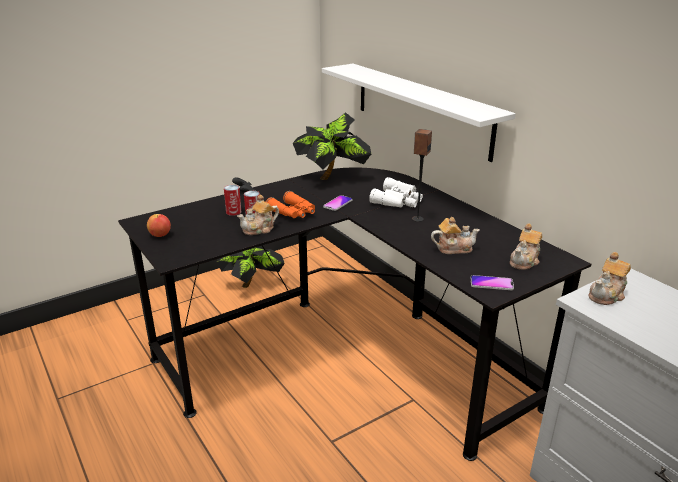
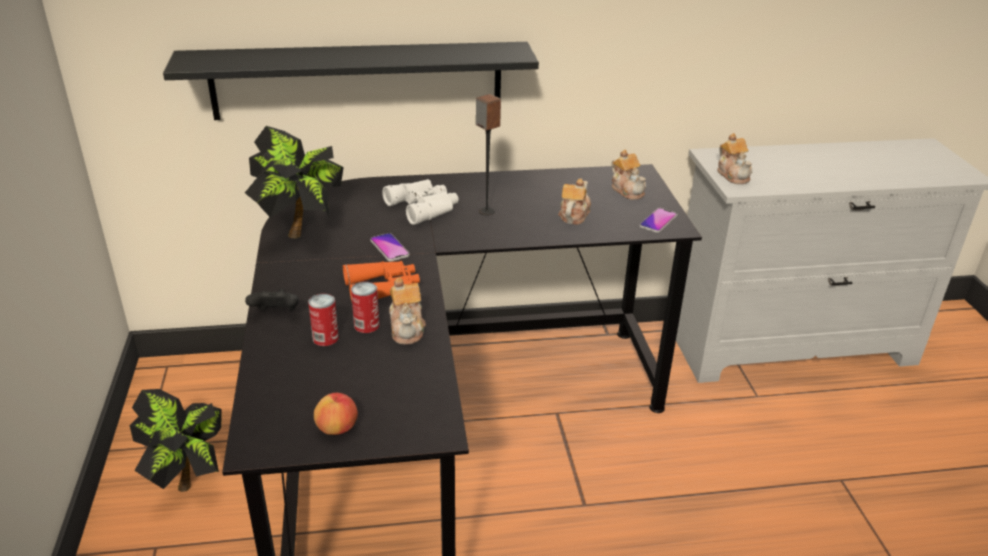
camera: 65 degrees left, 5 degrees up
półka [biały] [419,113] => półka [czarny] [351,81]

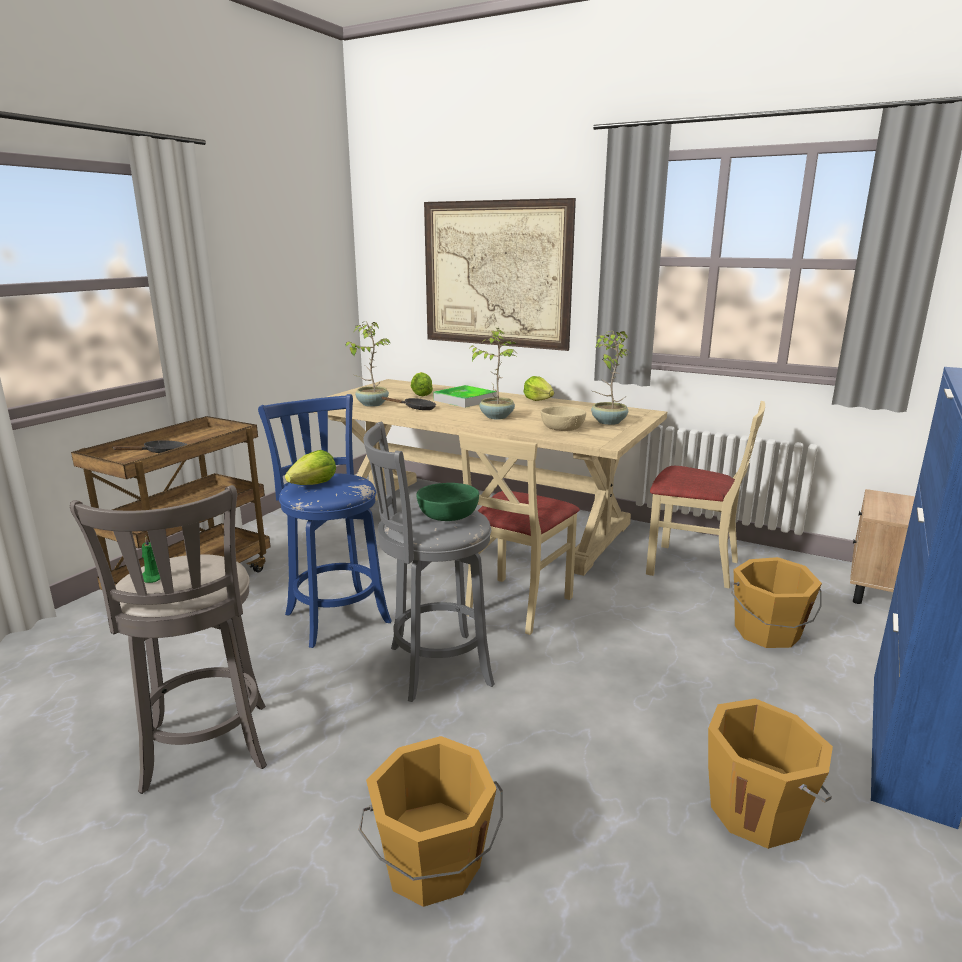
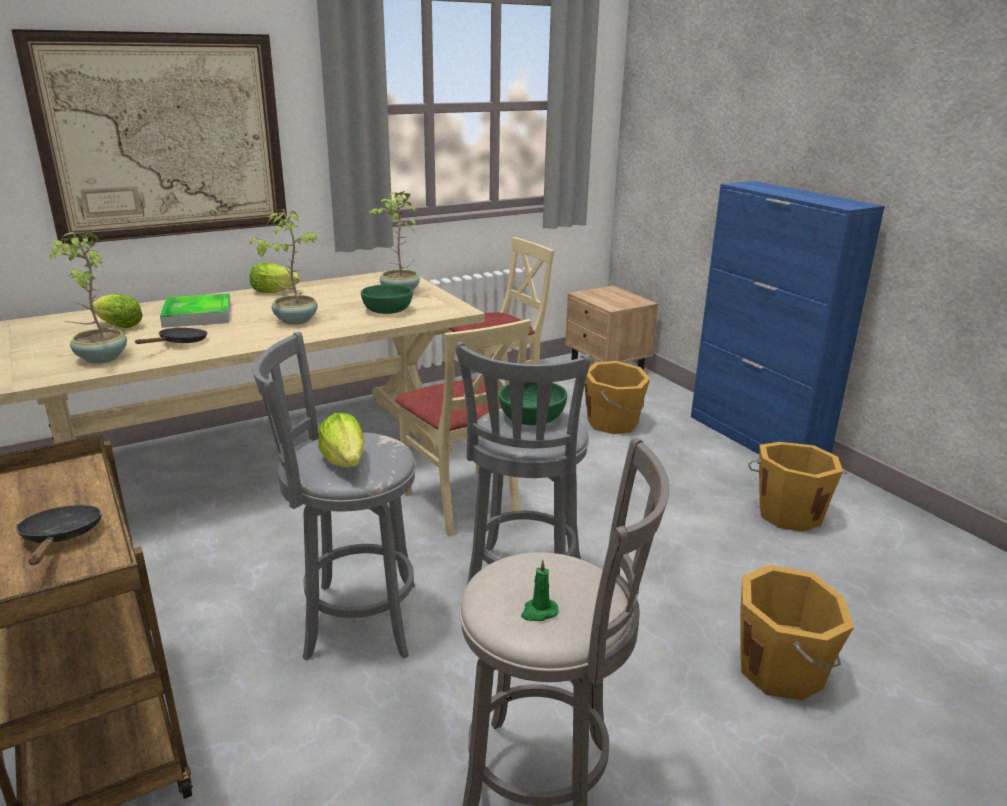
camera: 60 degrees left, 5 degrees up
stołek [niebieski] [325,521] => stołek [szary] [334,496]
miska [beżowy] [563,418] => miska [zielony] [386,299]

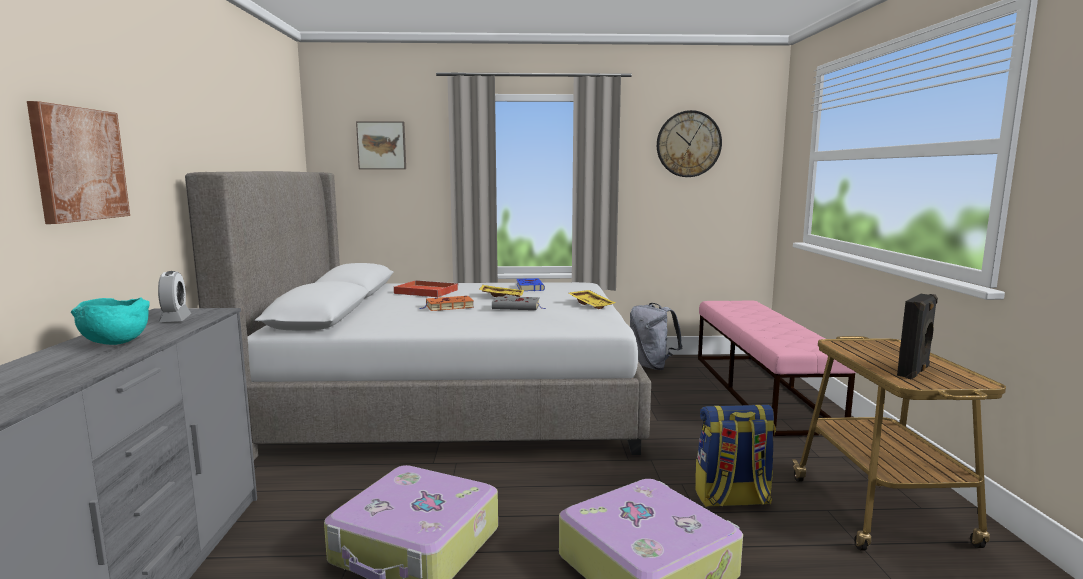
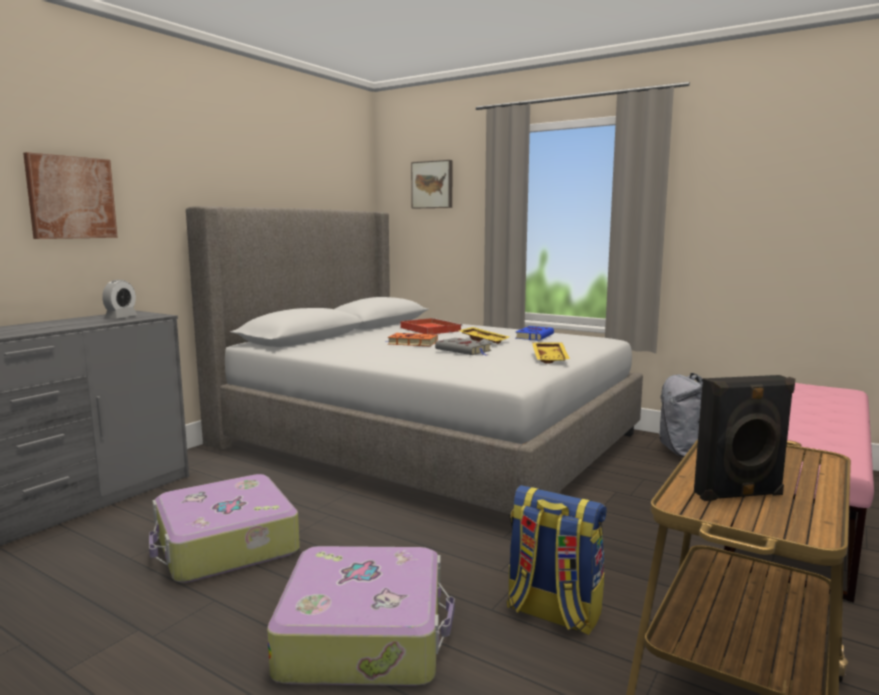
camera: 35 degrees right, 0 degrees up
miska [turkusowy] [110,321] => nothing
zegar ścienny [689,143] => nothing

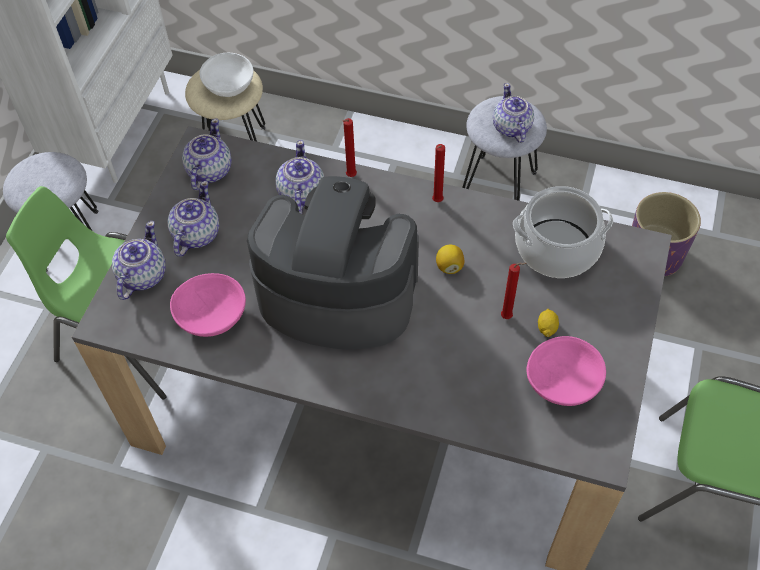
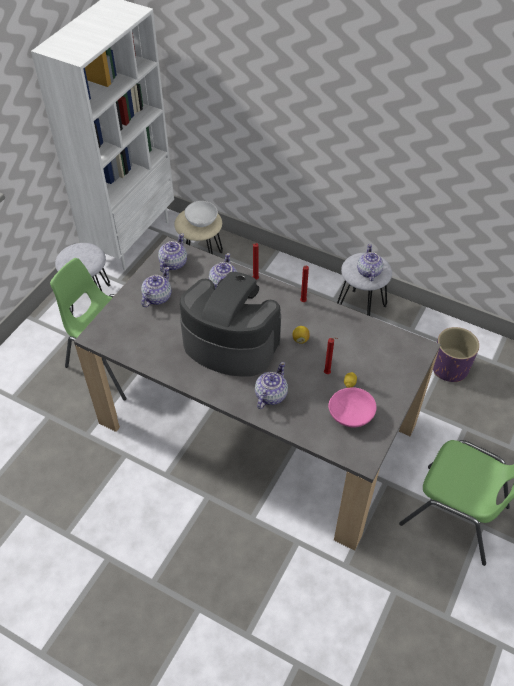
camera: 10 degrees right, 5 degrees down
imbryk [139,260] => imbryk [271,385], shifted
miska [różowy] [208,305] => nothing
garnek [563,232] => nothing

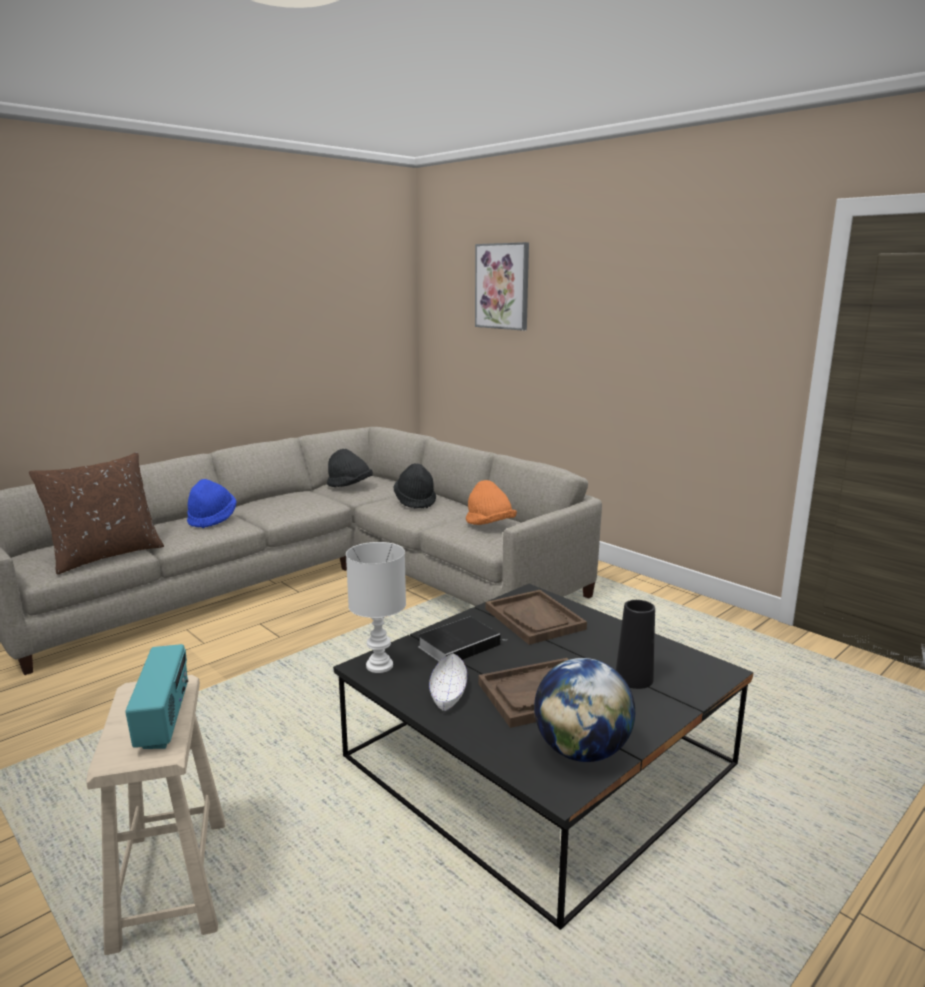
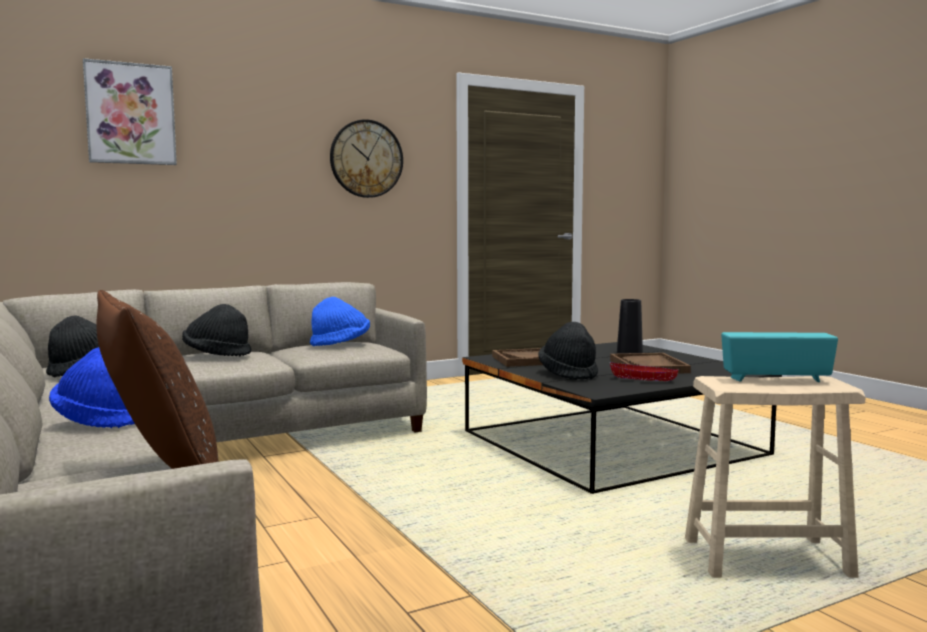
camera: 75 degrees left, 10 degrees down
lampa stołowa [biały] [376,607] => nothing
książka [459,639] => kapelusz [czarny] [568,351]
miska [biały] [448,682] => miska [czerwony] [644,371]
kapelusz [pomarańczowy] [491,502] => kapelusz [niebieski] [340,321]
globus [584,710] => nothing
nothing => zegar ścienny [366,158]

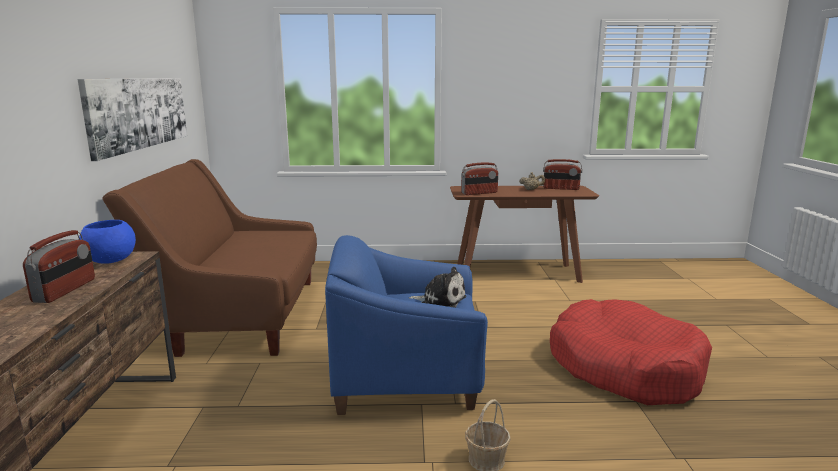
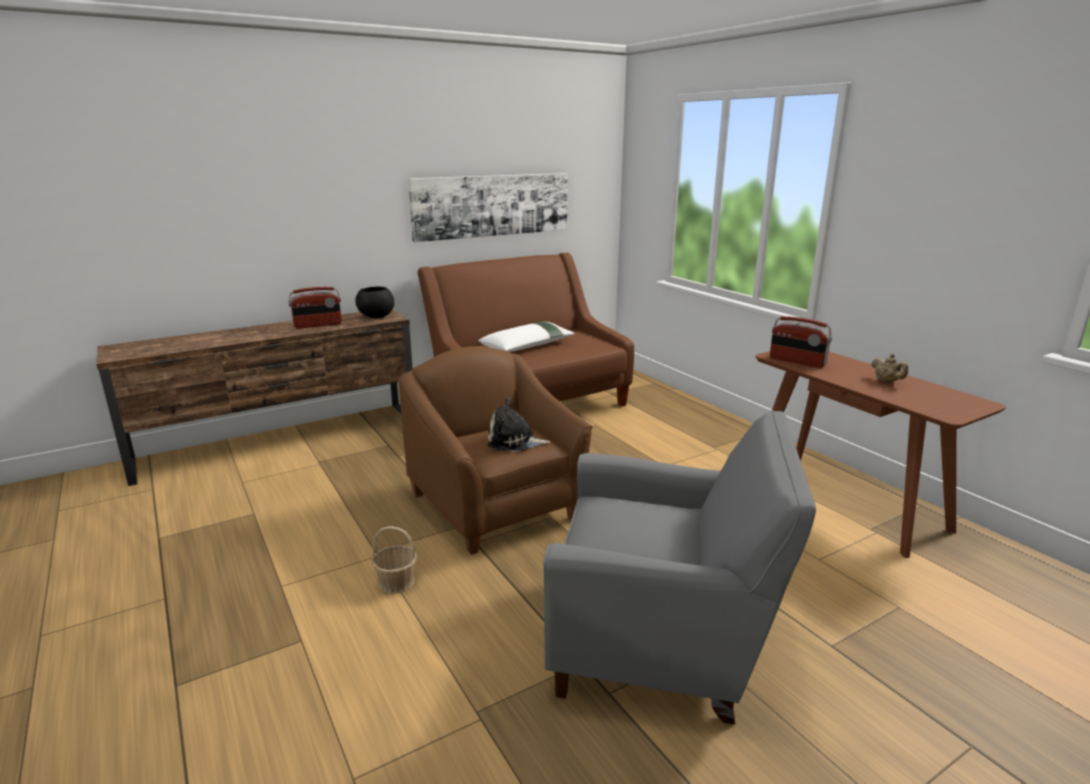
camera: 60 degrees right, 5 degrees up
miska [niebieski] [107,242] => miska [czarny] [374,302]
fotel [niebieski] [406,325] => fotel [brązowy] [495,450]
pluszak [437,287] => pluszak [518,425], 105 degrees clockwise
radio [562,174] => nothing
legowisko [czerwony] [631,352] => fotel [szary] [679,567]
nothing => poduszka [biały] [526,337]

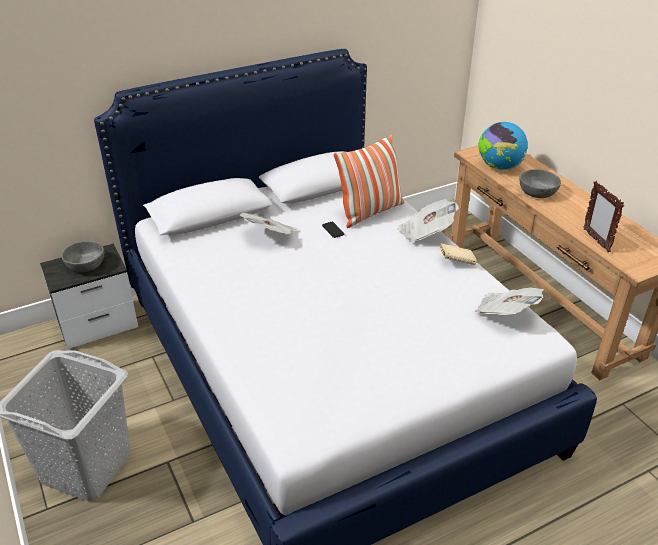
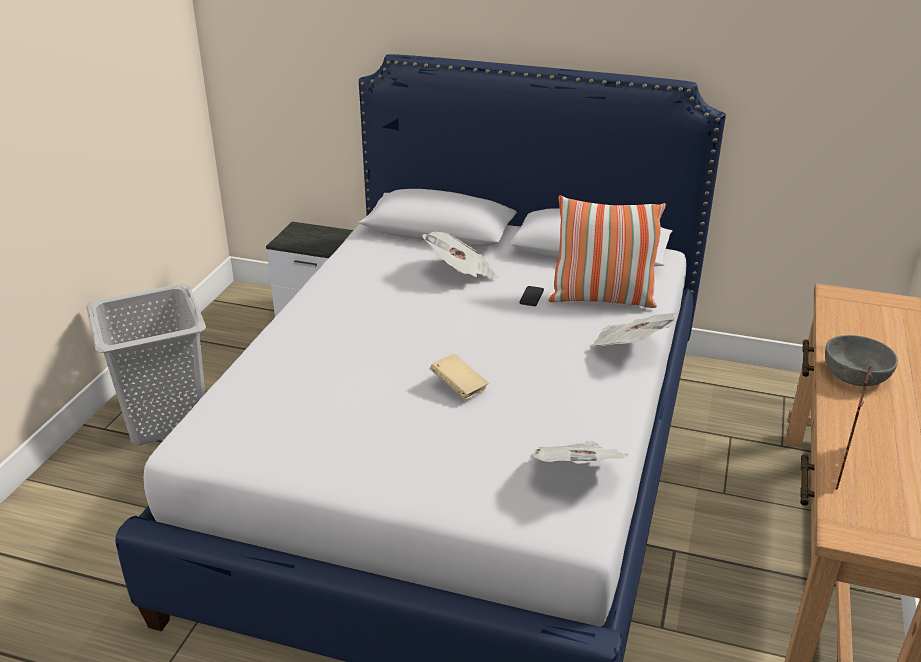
camera: 45 degrees right, 5 degrees down
miska [szary] [82,256] => nothing
książka [beżowy] [458,254] => książka [beżowy] [459,376], shifted
globus [503,146] => nothing

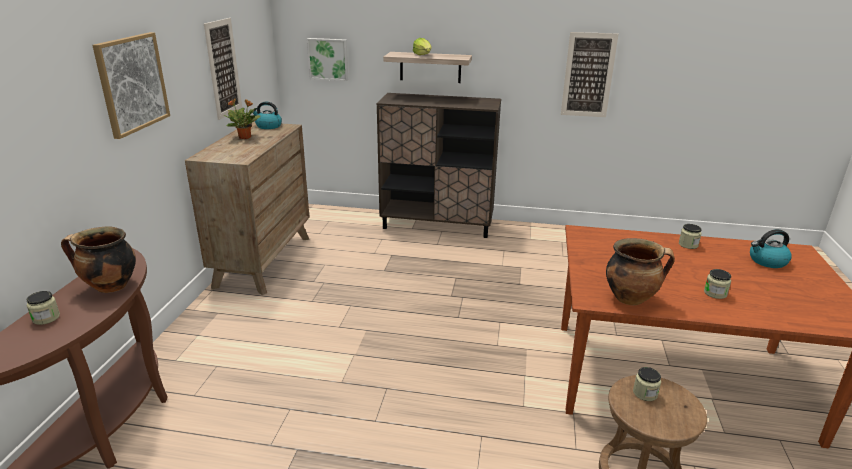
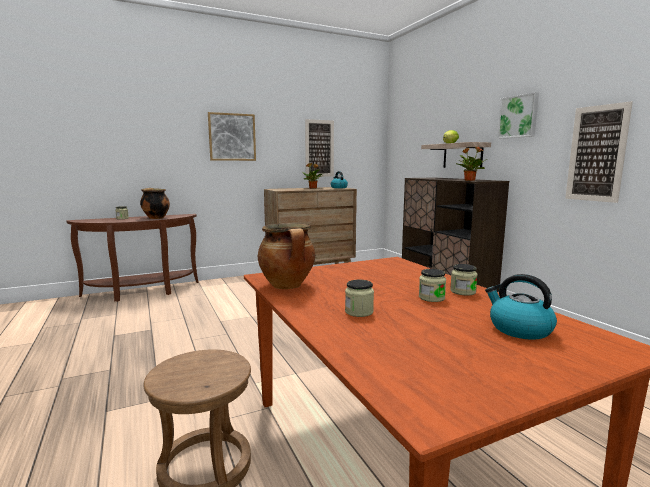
camera: 55 degrees right, 15 degrees down
obraz [327,59] => obraz [518,115], shifted
słoik [647,384] => słoik [432,285], shifted
nothing => roślina doniczkowa [471,163]

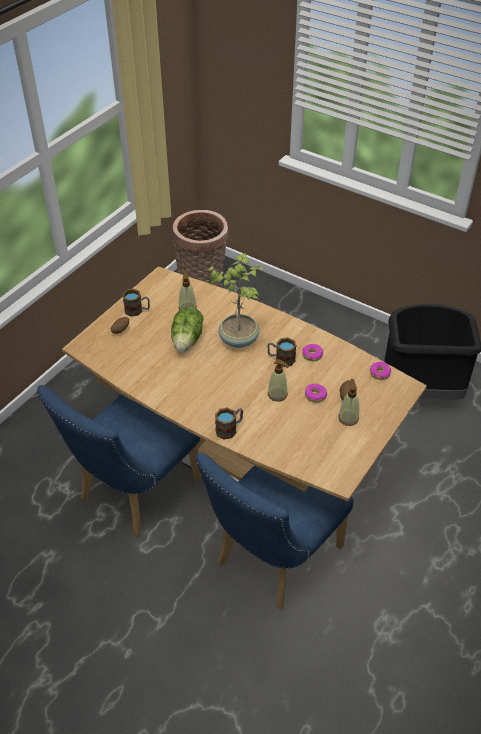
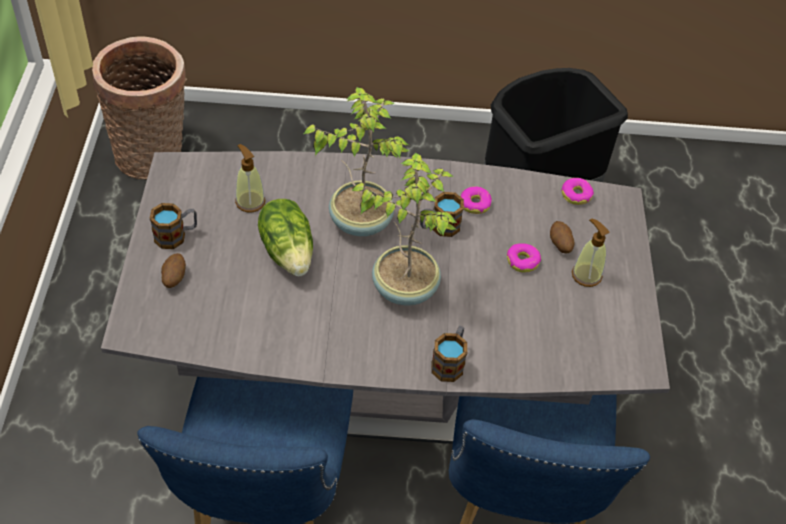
camera: 35 degrees left, 5 degrees up
stół jadalny [brązowy] [244,383] => stół jadalny [szary] [385,297]
dozownik mydła [278,380] => nothing
nothing => roślina doniczkowa [404,229]

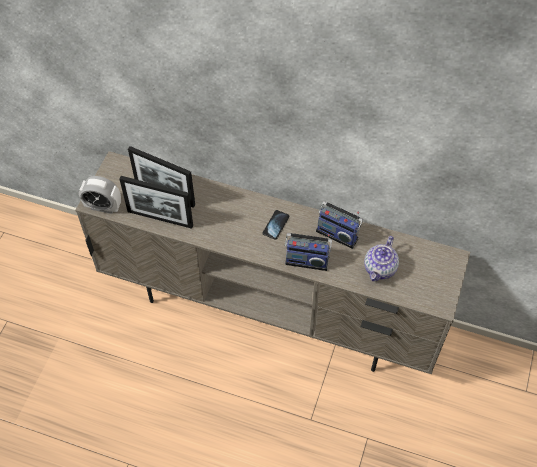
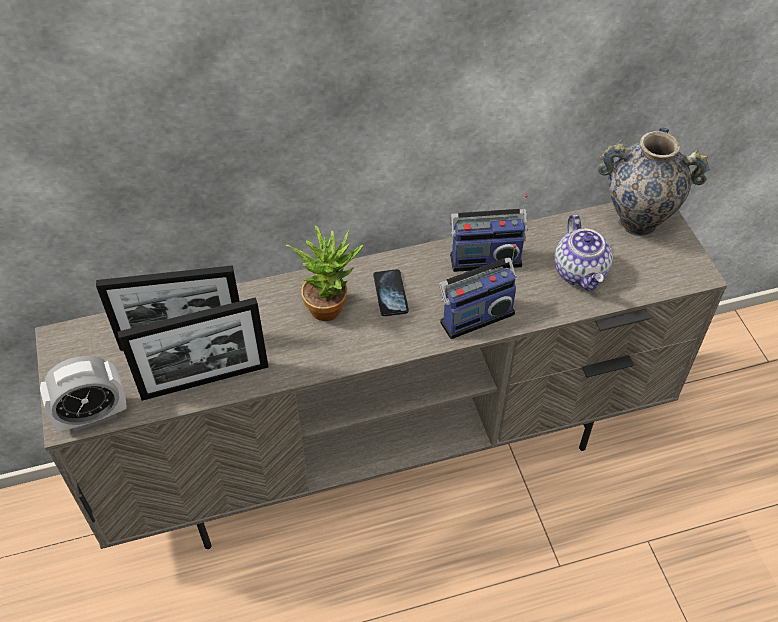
camera: 35 degrees left, 5 degrees down
nothing => roślina doniczkowa [324,273]
nothing => wazon [654,181]

